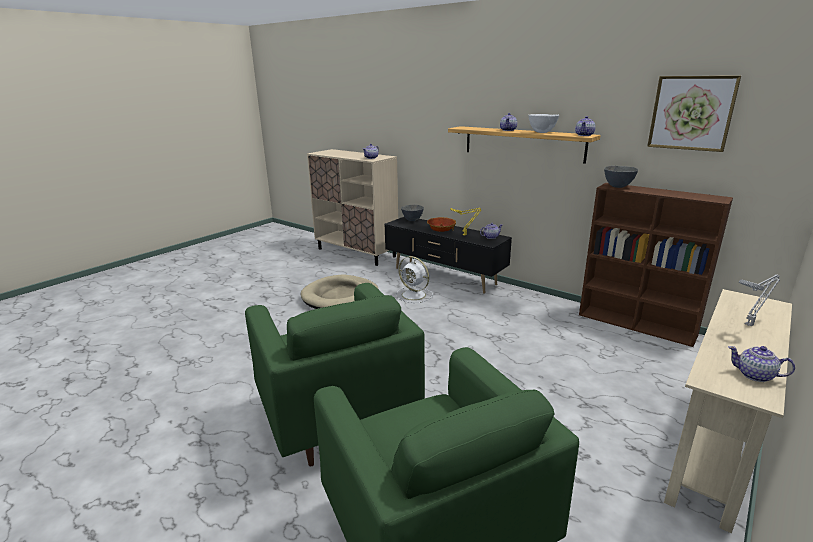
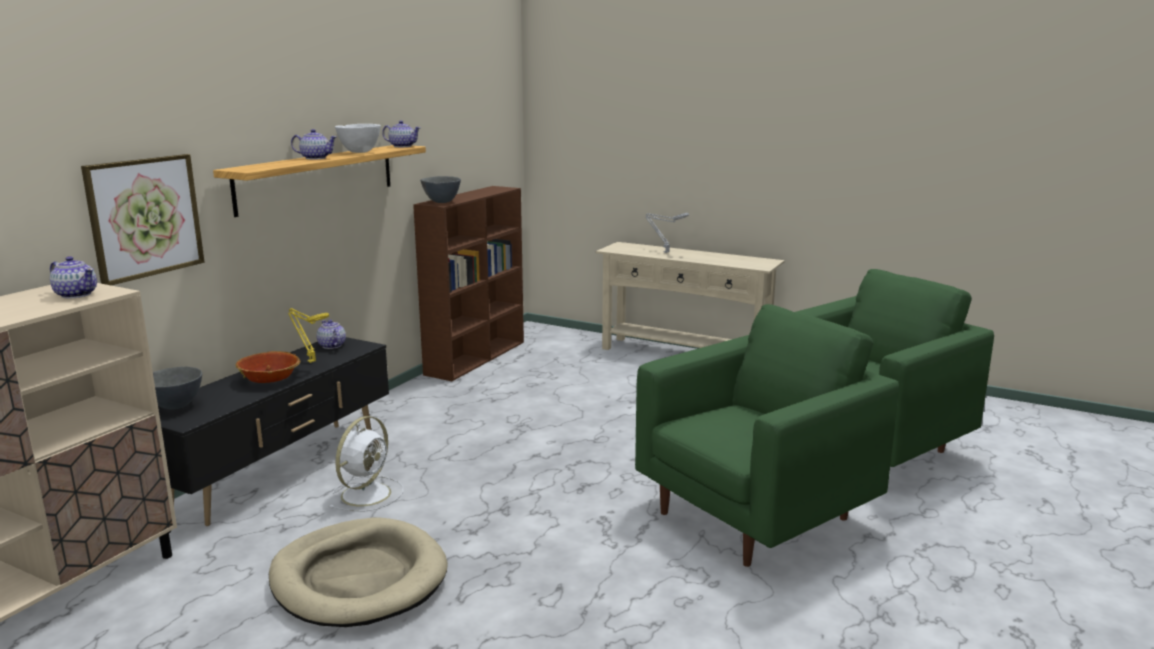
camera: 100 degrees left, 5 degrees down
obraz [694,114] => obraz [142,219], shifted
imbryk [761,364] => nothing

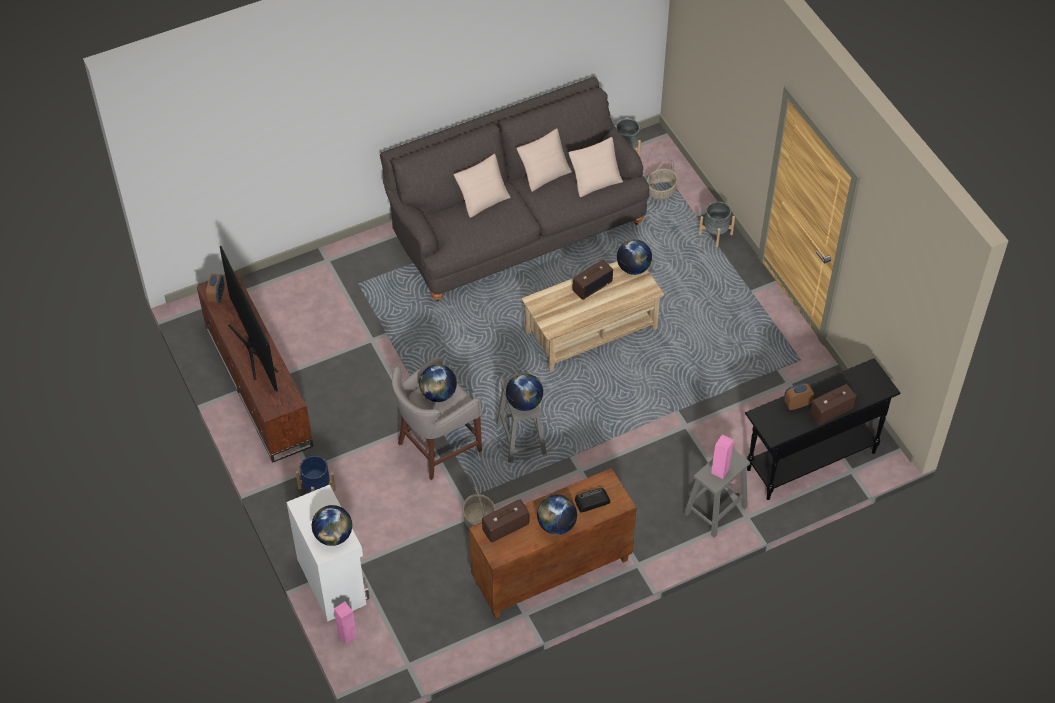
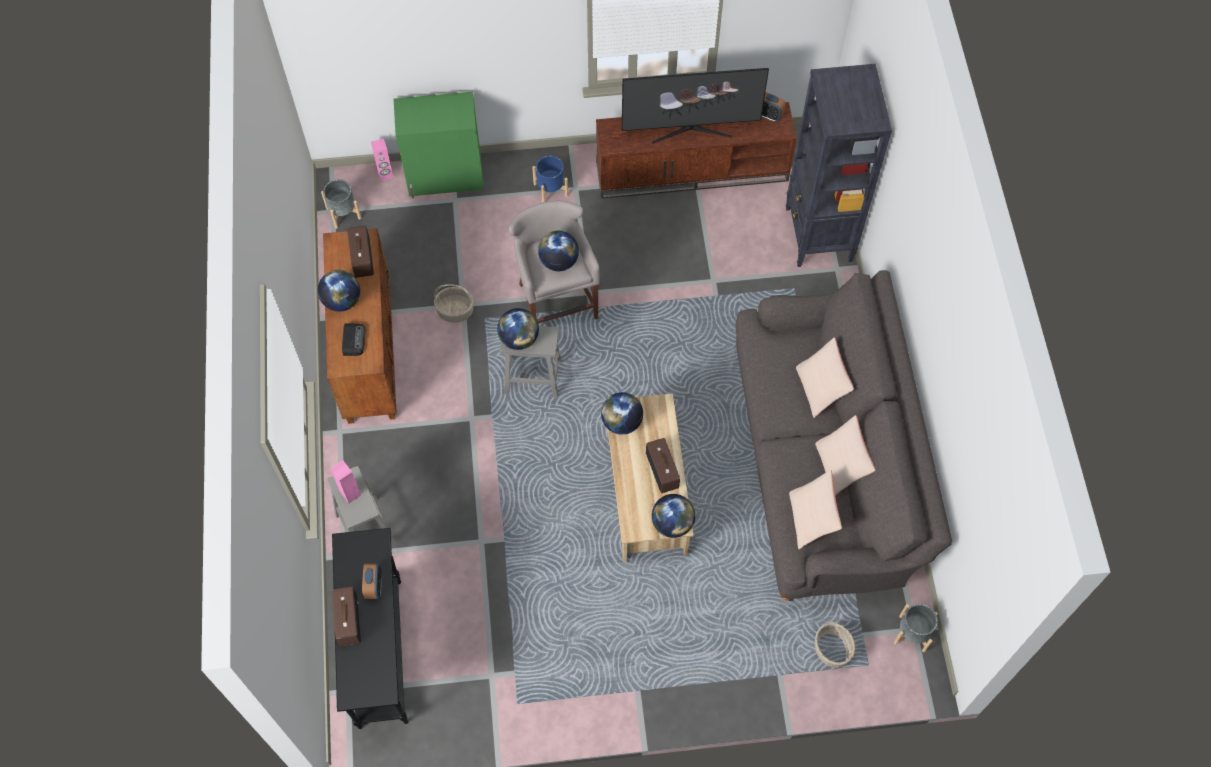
camera: 110 degrees right, 10 degrees up
szafka [biały] [328,553] => szafka [zielony] [439,145]
globus [332,525] => globus [622,413], shifted
donica [szary] [717,224] => donica [szary] [341,204], shifted
nothing => regał [czarny] [839,165]

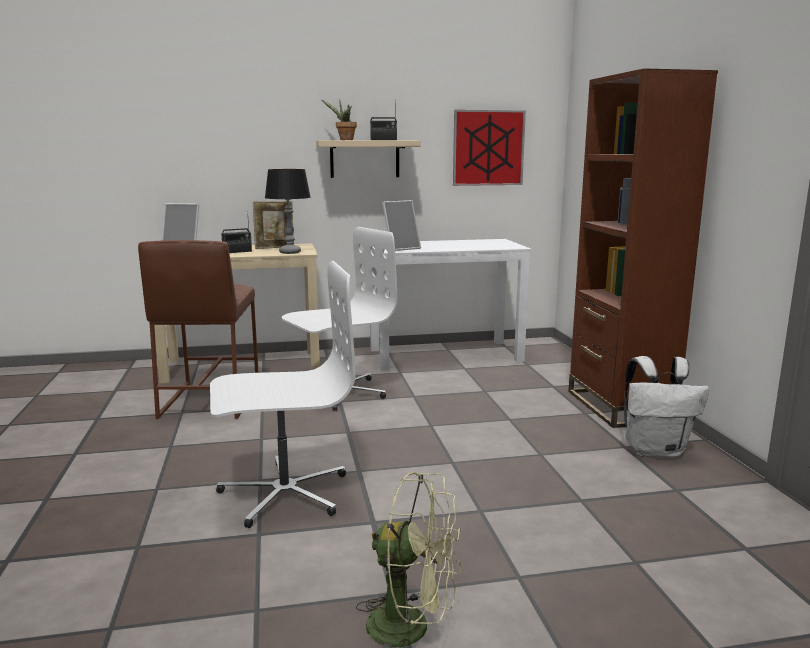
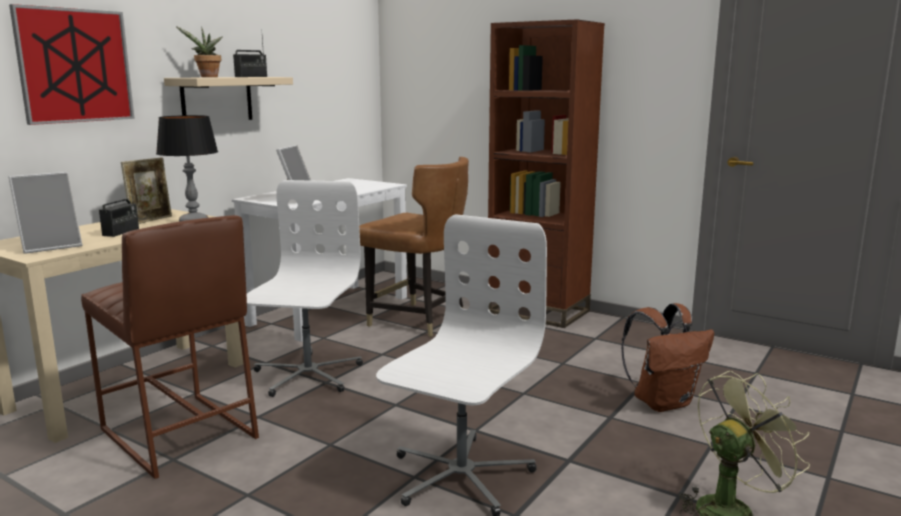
camera: 45 degrees left, 0 degrees up
obraz [489,148] => obraz [72,64], shifted
plecak [biały] [666,407] => nothing
nothing => krzesło [brązowy] [414,247]
nothing => plecak [brązowy] [667,357]

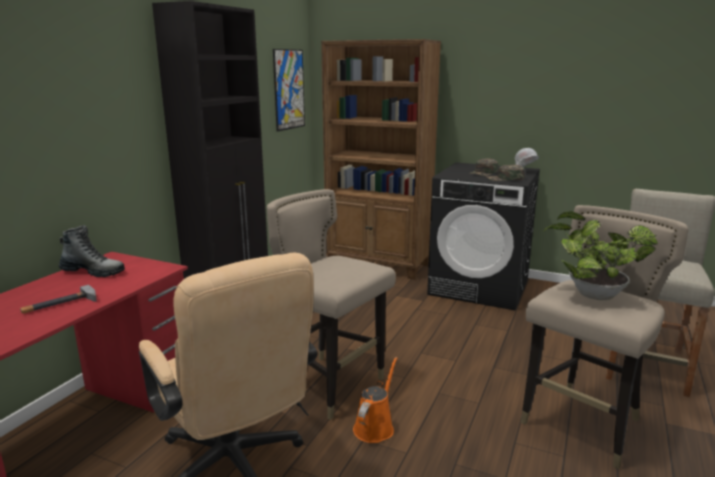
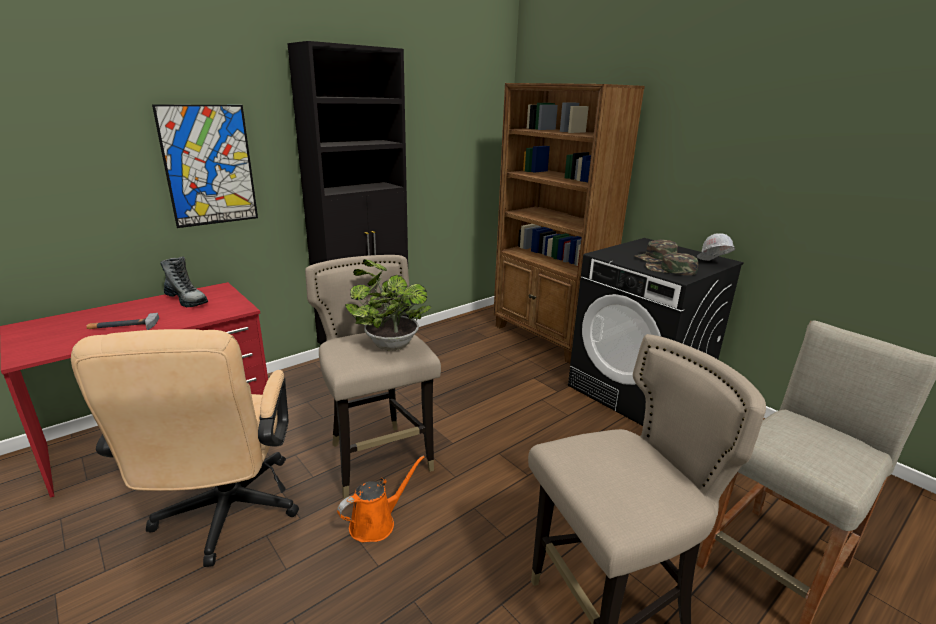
camera: 25 degrees right, 5 degrees up
obraz [289,90] => obraz [205,166], shifted
roślina doniczkowa [600,255] => roślina doniczkowa [388,305], shifted

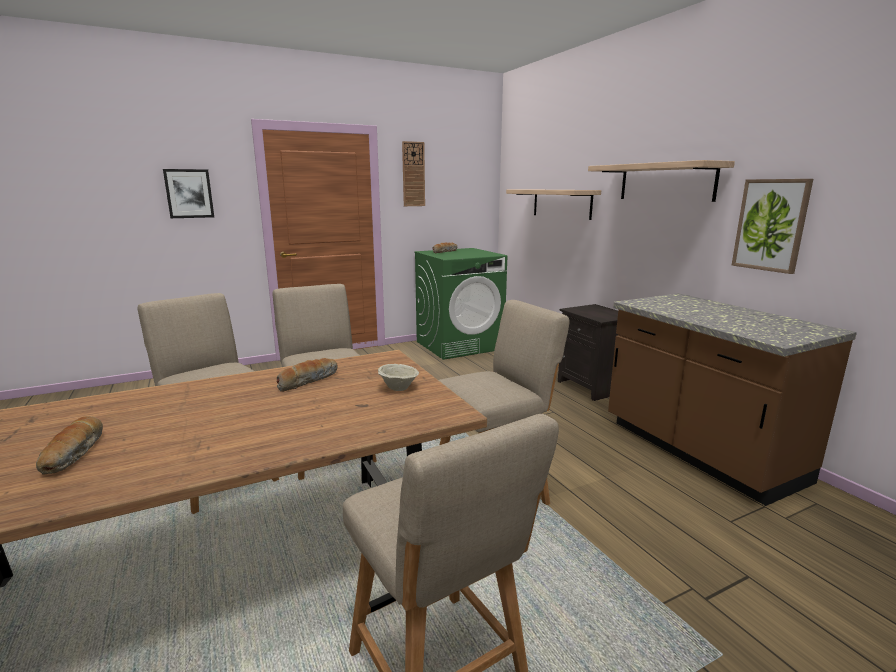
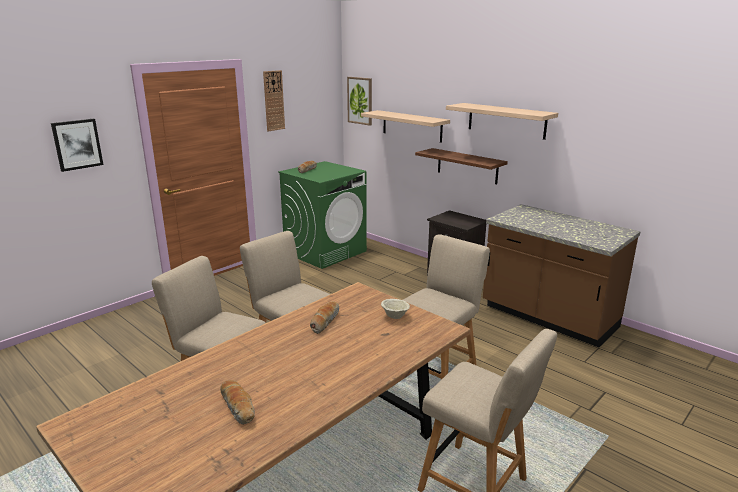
camera: 20 degrees left, 5 degrees up
obraz [772,226] => obraz [359,101], shifted
nothing => półka [461,166]

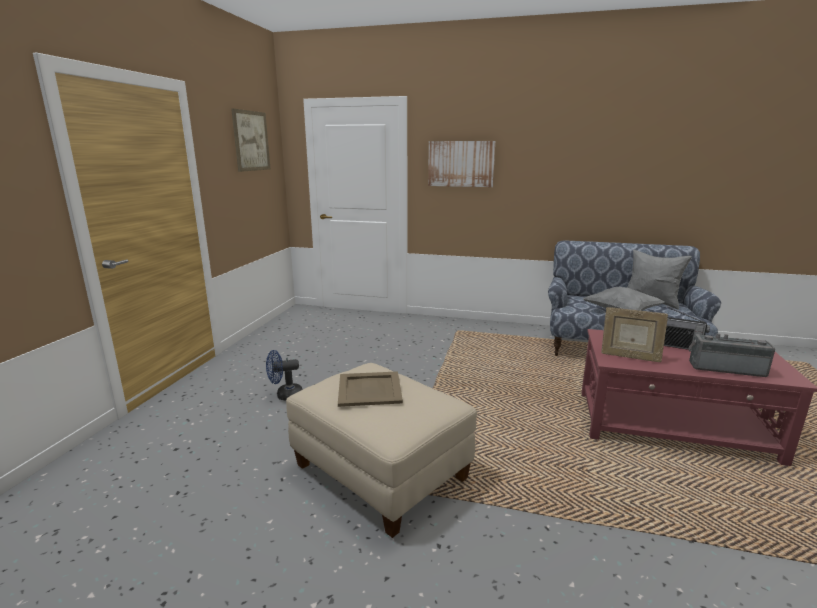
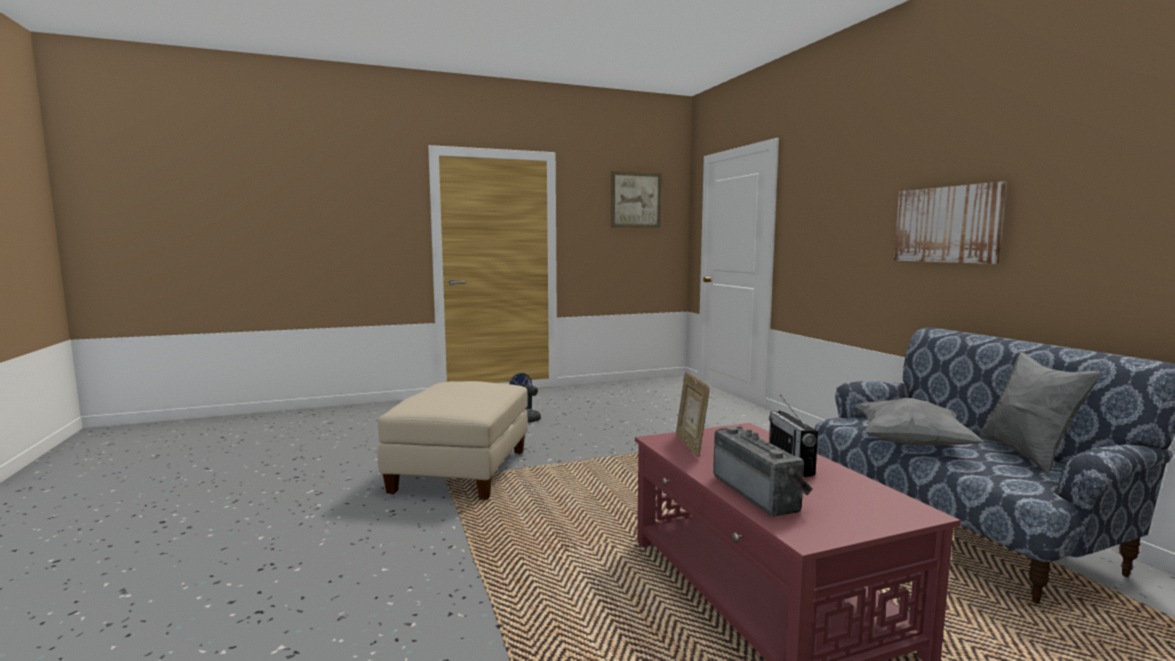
camera: 55 degrees right, 10 degrees down
taca [beżowy] [370,389] => nothing
obraz [461,164] => obraz [950,223], shifted

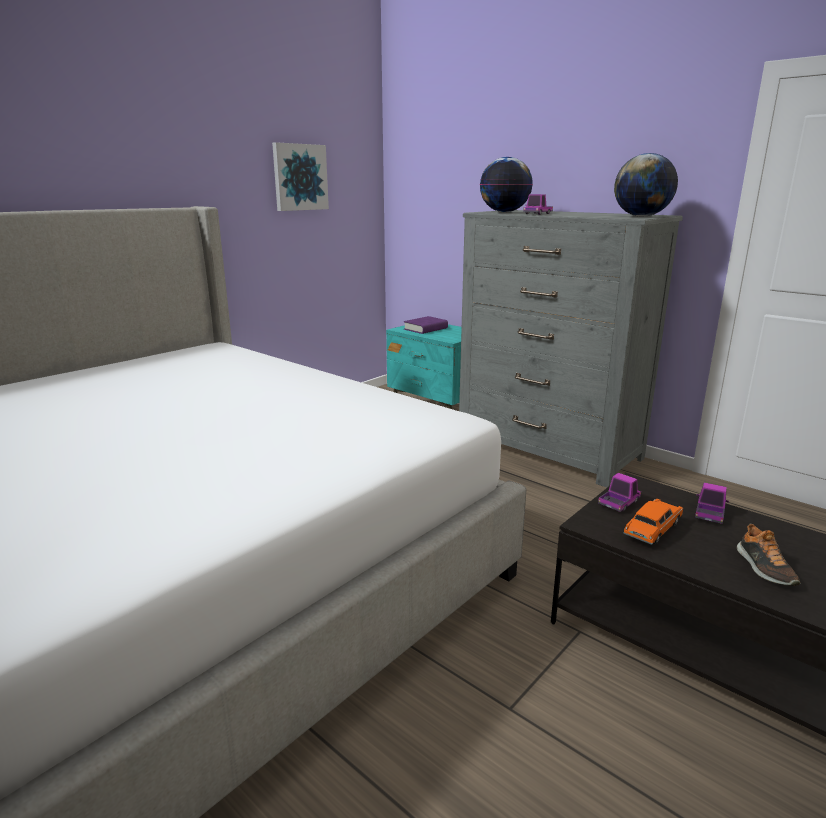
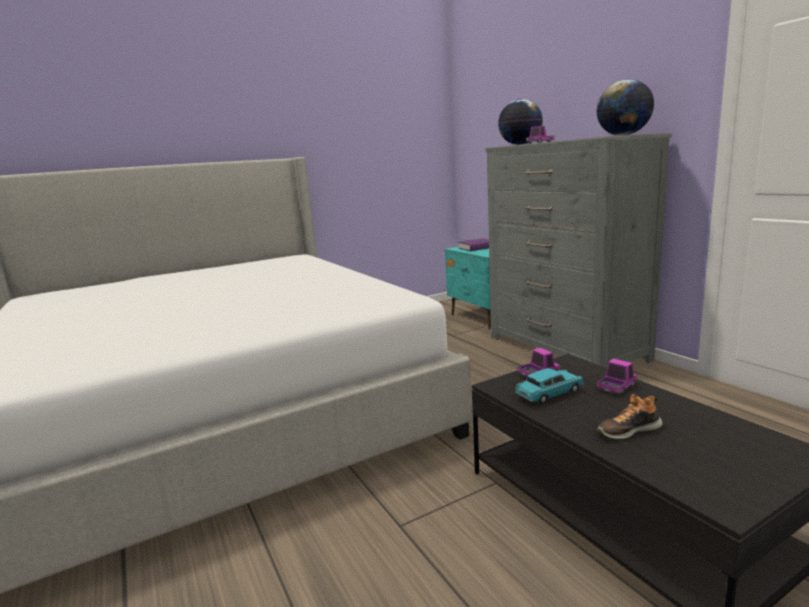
camera: 20 degrees right, 5 degrees down
obraz [300,176] => nothing
samochodzik [pomarańczowy] [653,522] => samochodzik [turkusowy] [549,386]
but [768,554] => but [630,416], 60 degrees clockwise

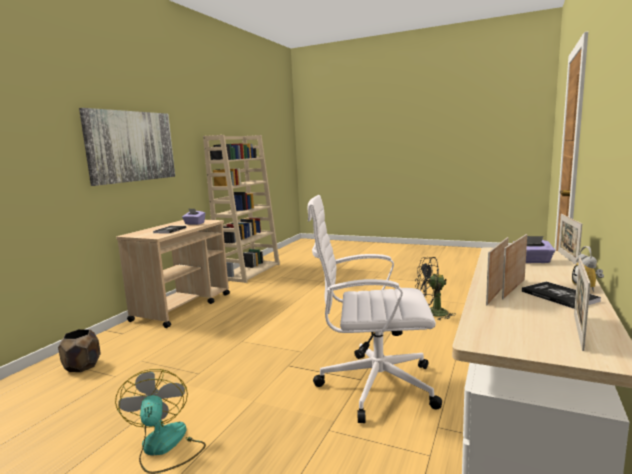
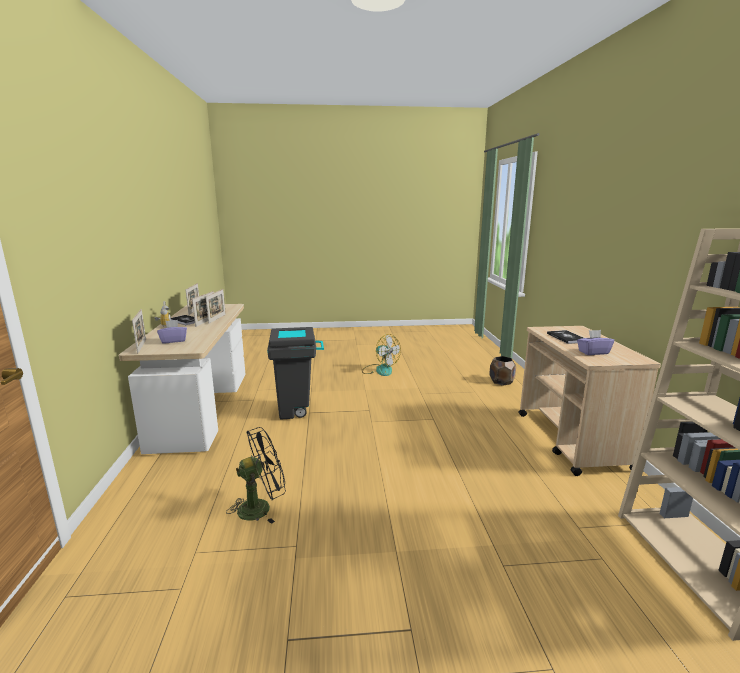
camera: 150 degrees right, 5 degrees up
obraz [127,147] => nothing
krzesło biurowe [biały] [375,309] => kosz na śmieci [szary] [295,373]

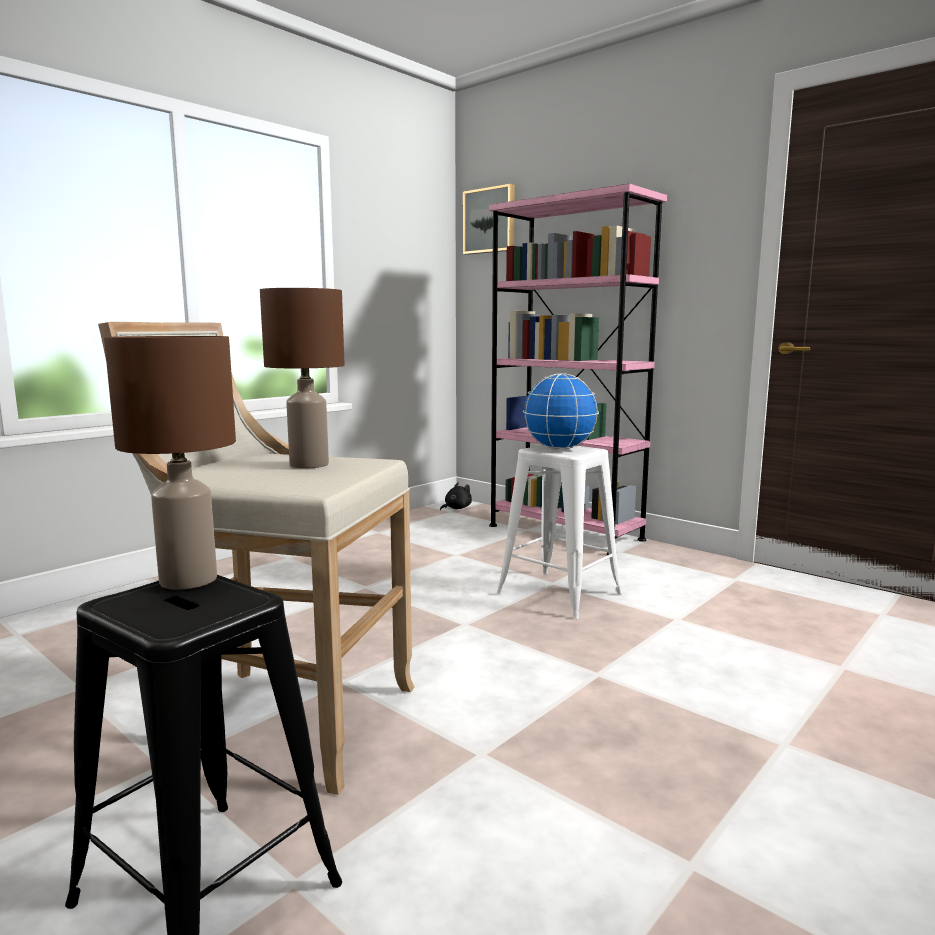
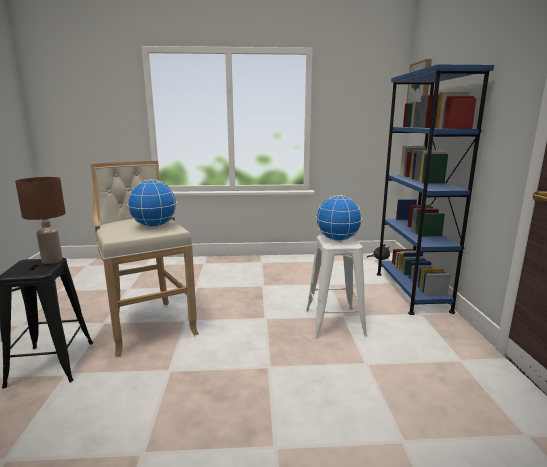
camera: 45 degrees right, 5 degrees up
lampa stołowa [brązowy] [302,378] => globus [152,203]
regał [różowy] [578,369] => regał [niebieski] [435,189]

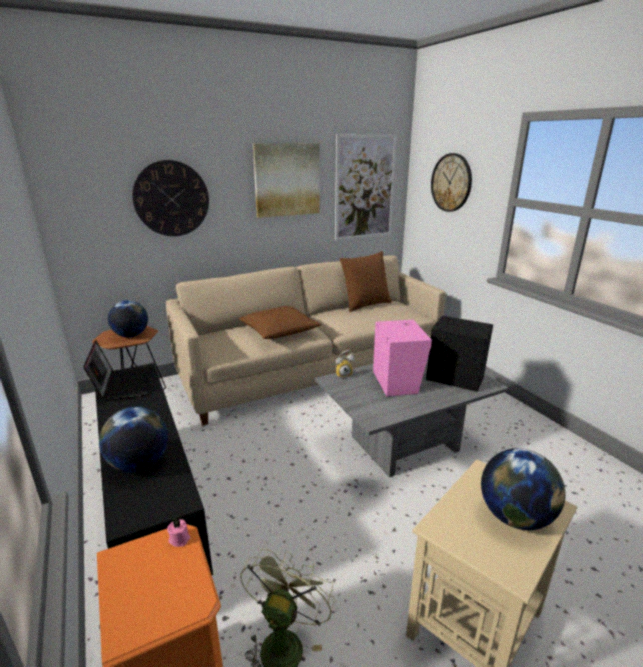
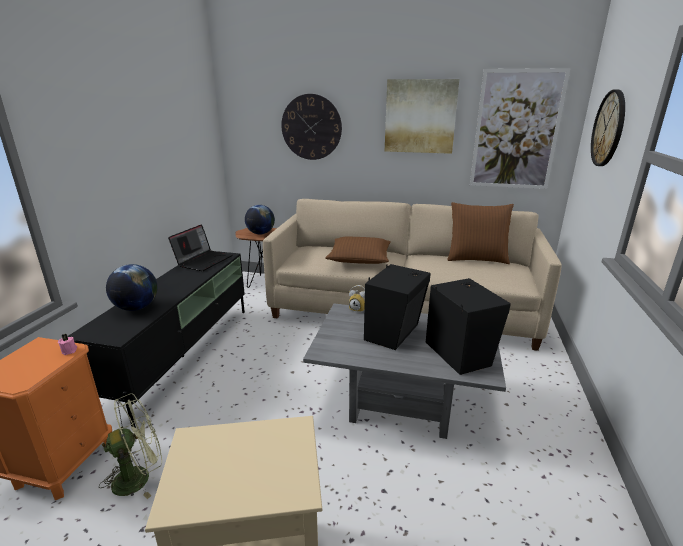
camera: 40 degrees right, 0 degrees up
głośnik [różowy] [402,358] => głośnik [czarny] [397,307]
globus [523,489] => nothing

